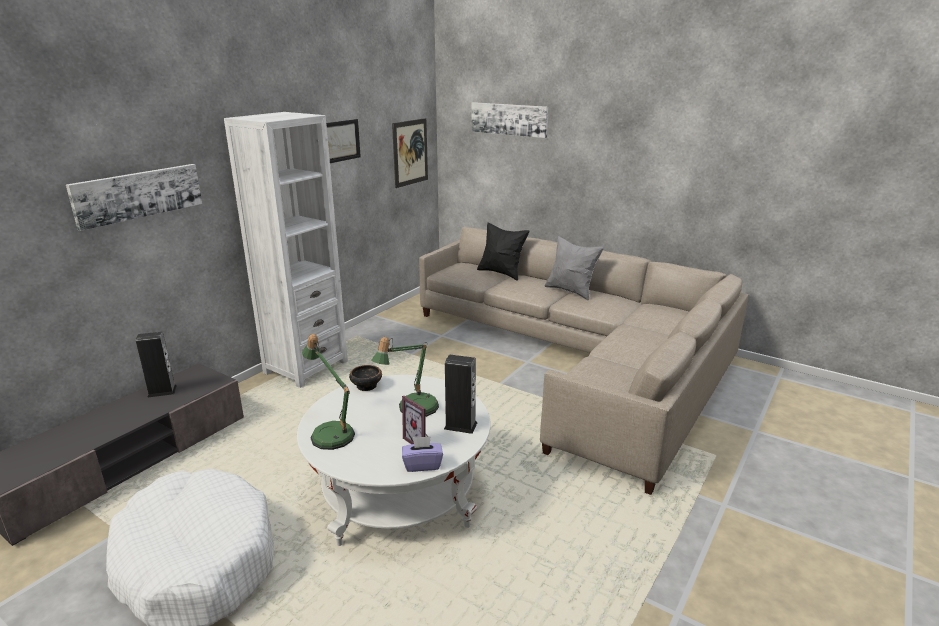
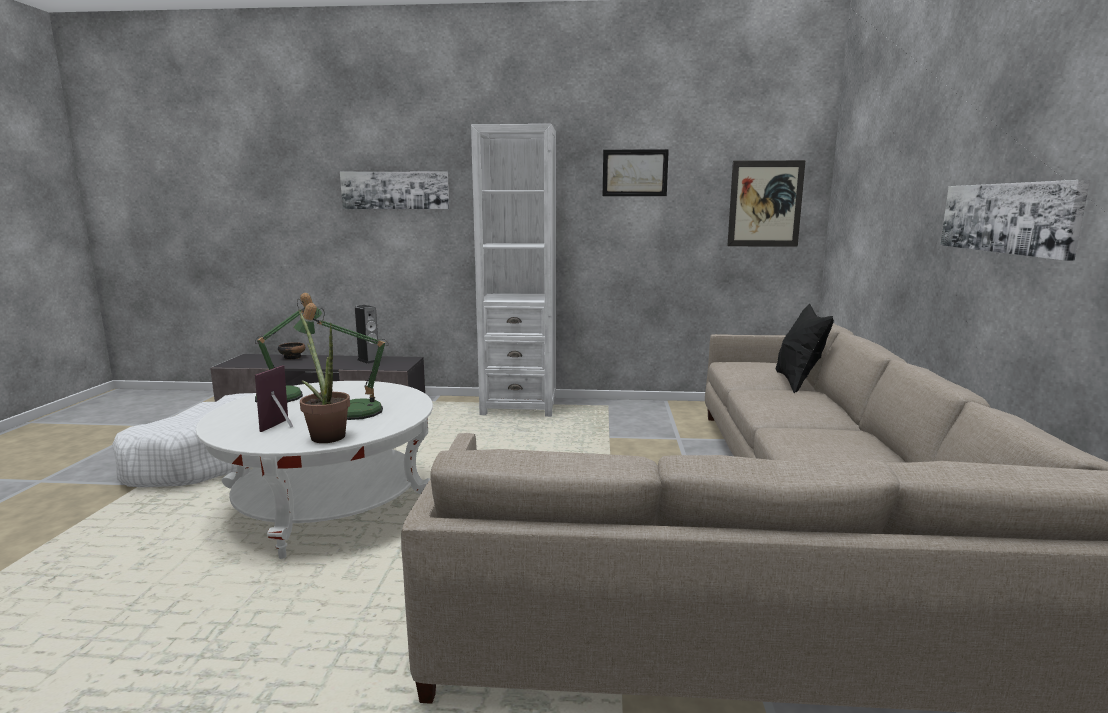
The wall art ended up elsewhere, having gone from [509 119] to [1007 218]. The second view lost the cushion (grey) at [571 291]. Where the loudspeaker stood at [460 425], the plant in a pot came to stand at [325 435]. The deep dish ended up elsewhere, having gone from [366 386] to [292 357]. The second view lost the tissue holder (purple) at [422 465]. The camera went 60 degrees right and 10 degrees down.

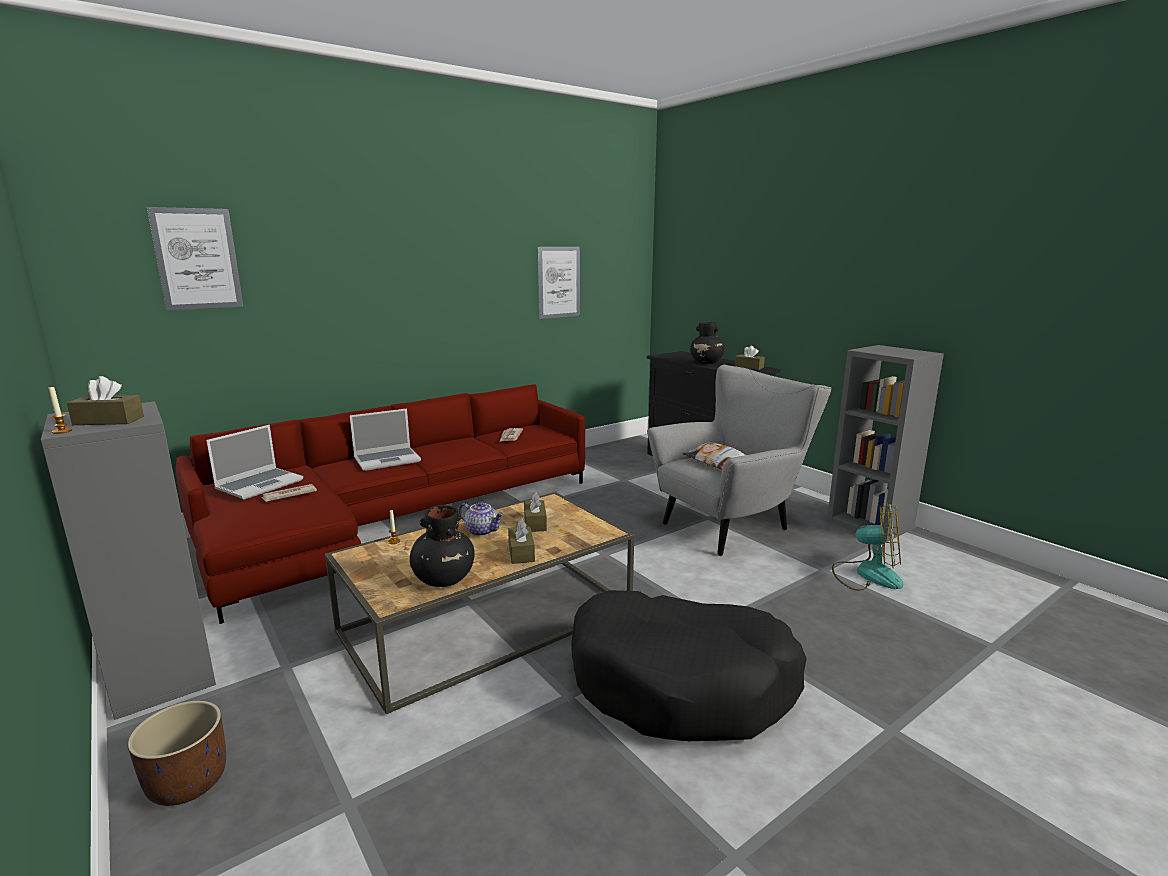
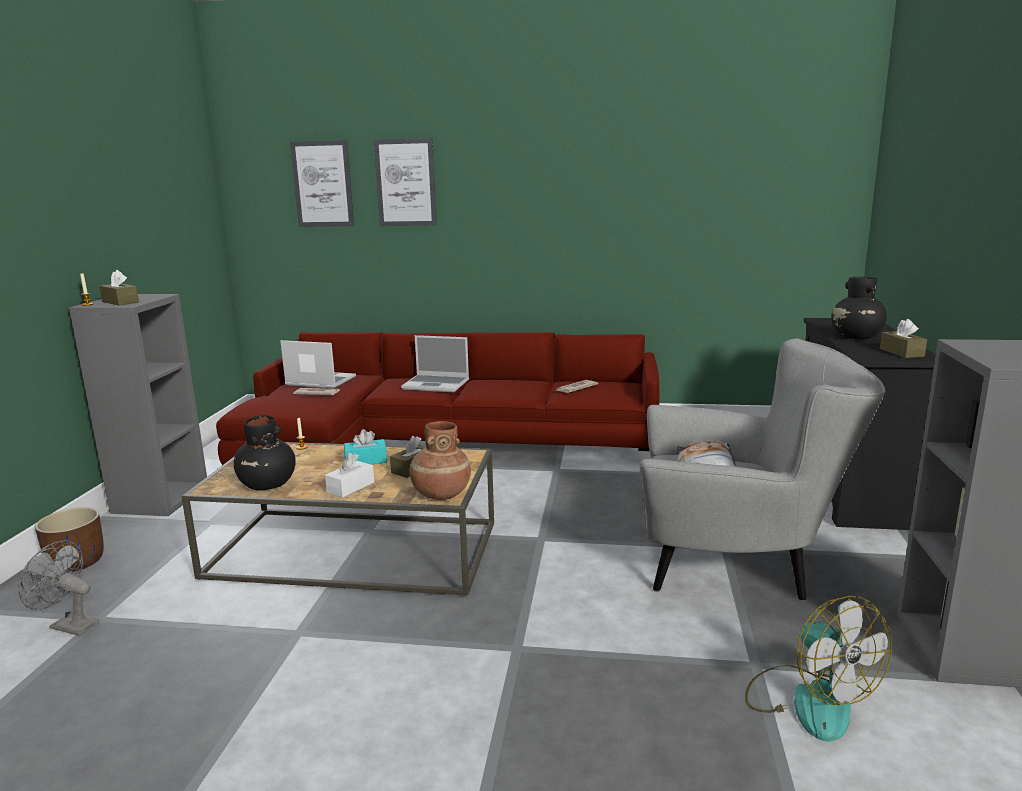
The wall art ended up elsewhere, having gone from [559 282] to [405 183]. The notebook computer at [260 484] ended up facing another way, 150 degrees counterclockwise from before. Where the tea pot stood at [482 531], the tissue holder (turquoise) came to stand at [366 461]. What was the tissue holder (brownish) at [521 553] turned into the tissue holder (whitish) at [350 487]. The second view lost the dog bed (black-coloured) at [681 683]. The second view gained the vase (brownish) at [440 494]. The second view gained the cooling fan (grey) at [68 625]. The camera went 45 degrees right and 0 degrees up.

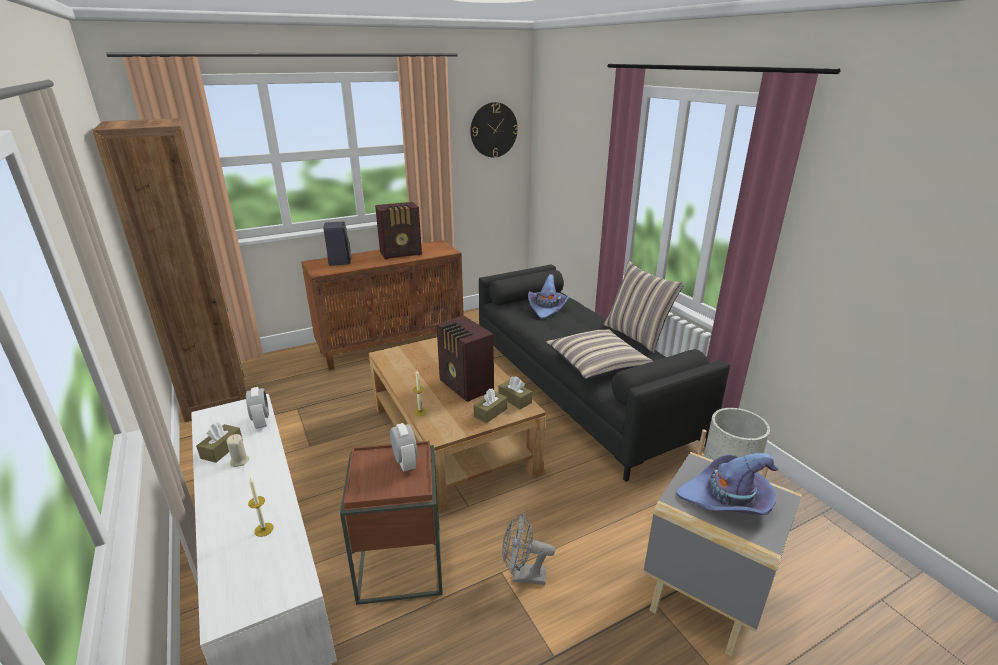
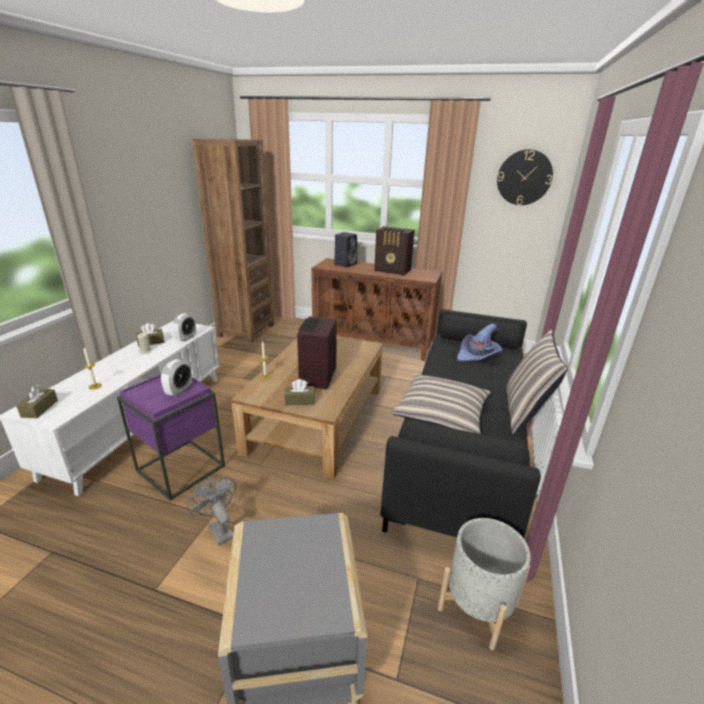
The tissue holder (brownish) ended up elsewhere, having gone from [515 400] to [40 408]. What was the side table (brownish) at [400 564] turned into the side table (purple) at [181 468]. The second view lost the clothing hat (purple) at [727 500]. The camera went 45 degrees right and 0 degrees up.

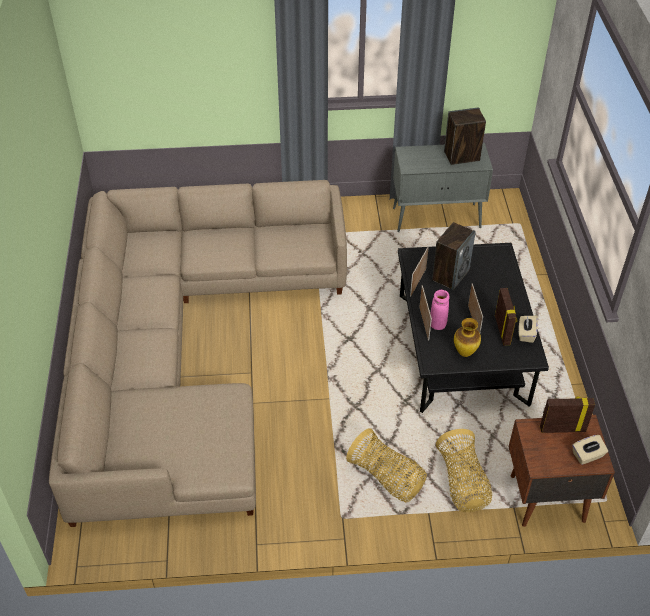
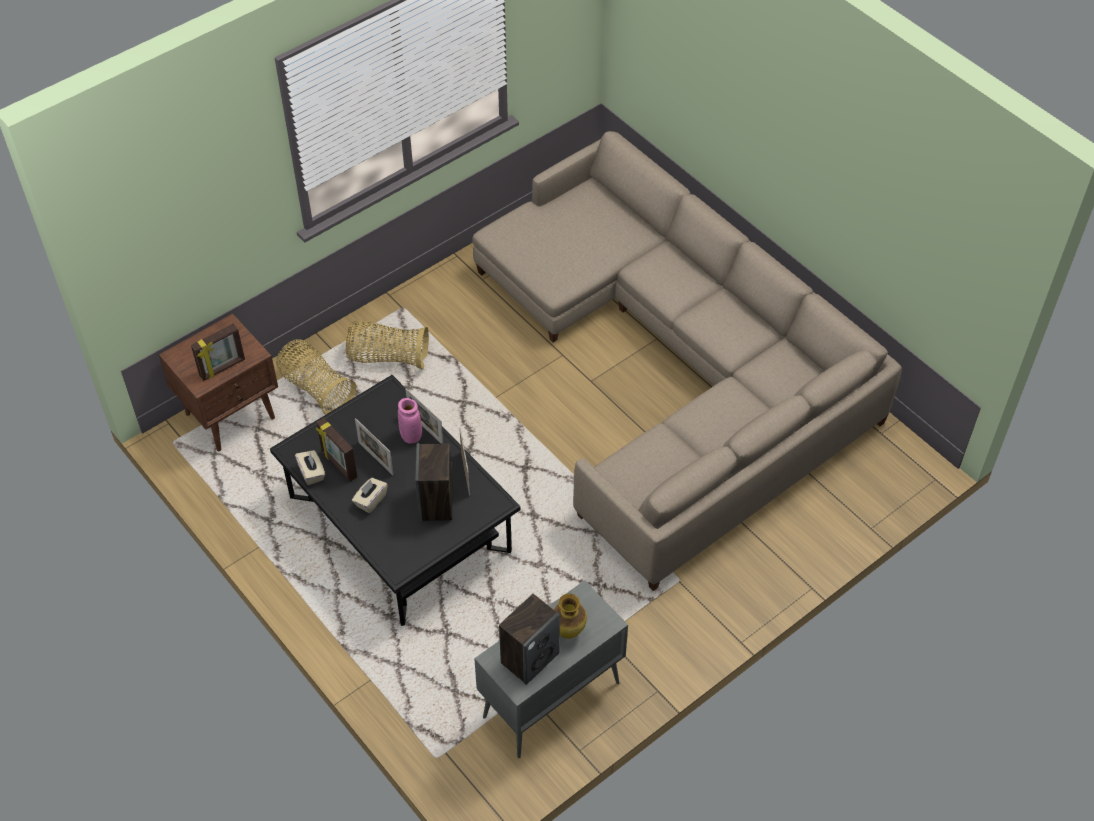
The vase ended up elsewhere, having gone from [465 352] to [568 632]. The tissue holder (beige-coloured) ended up elsewhere, having gone from [587 456] to [370 500]. The camera went 145 degrees right and 5 degrees up.

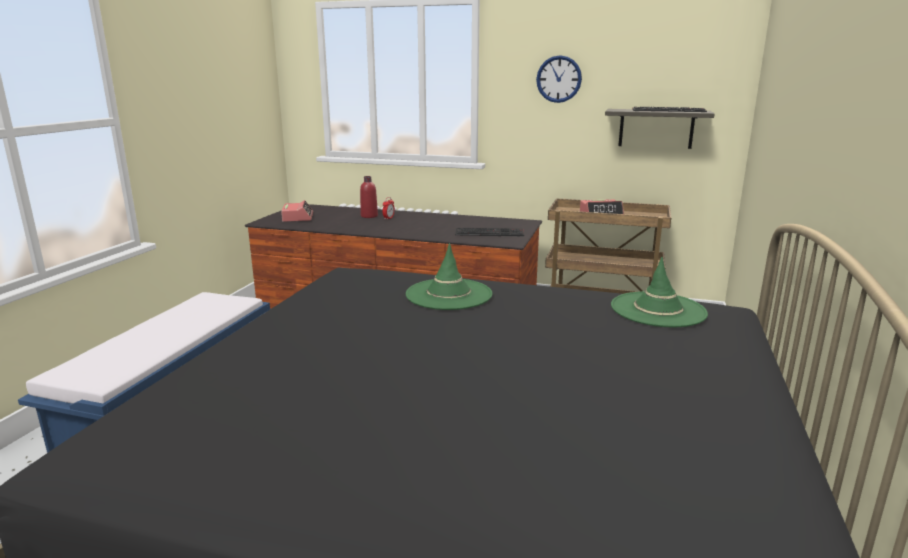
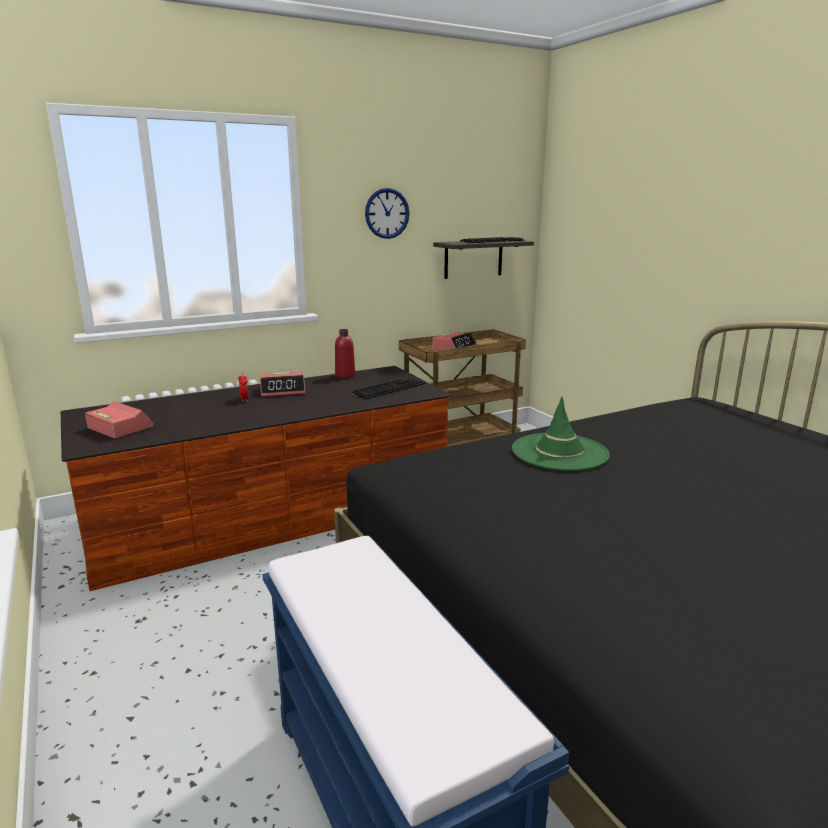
The beverage bottle (red) ended up elsewhere, having gone from [369 216] to [345 376]. The second view lost the clothing hat (green) at [658 310]. The second view gained the bedside clock at [283 391]. The camera went 45 degrees left and 0 degrees up.

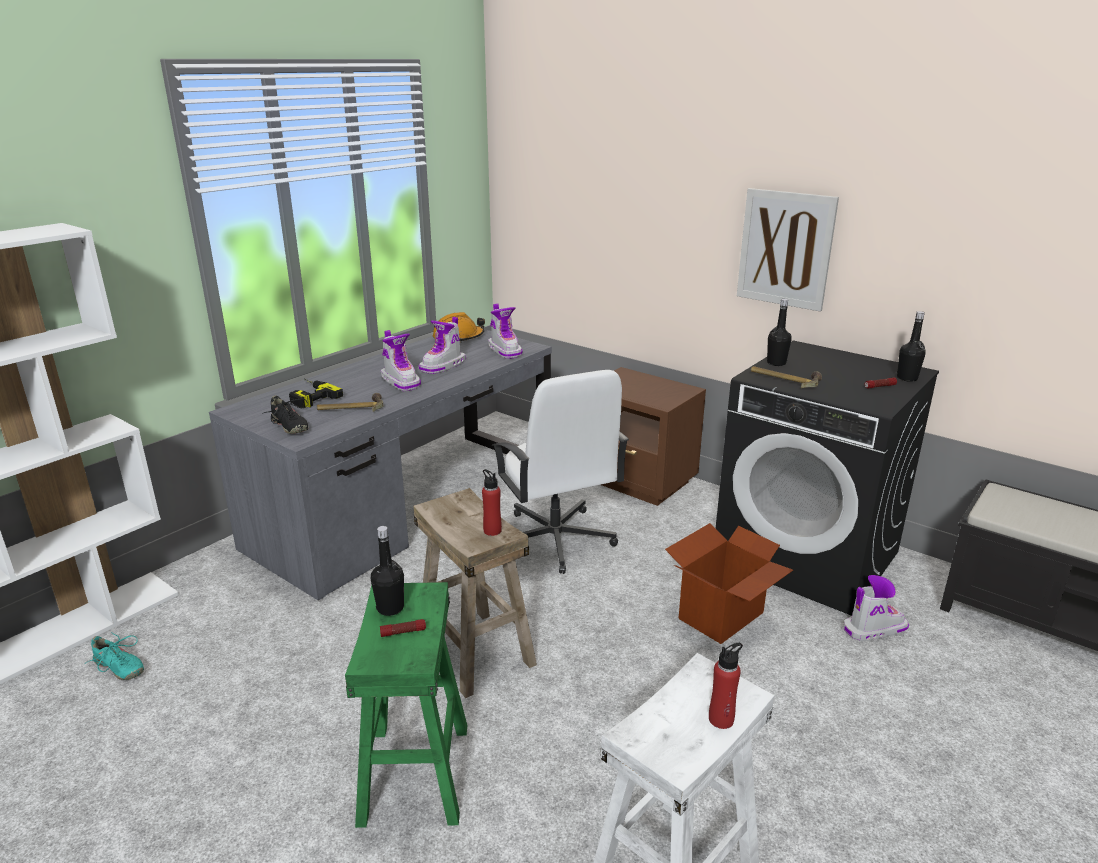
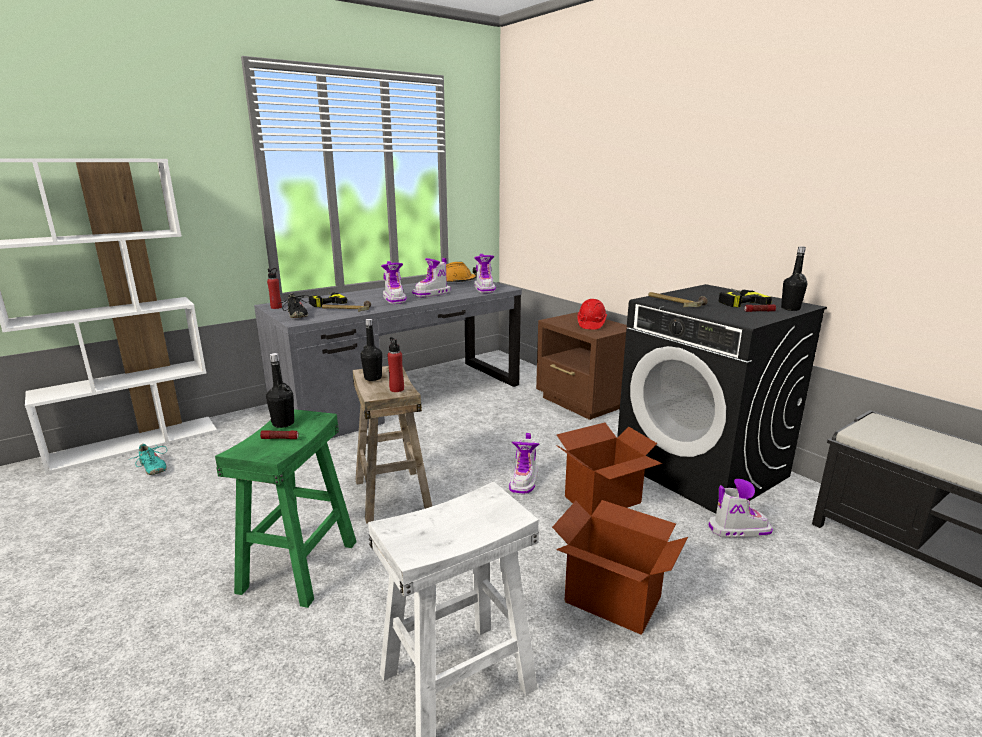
The second view lost the wall art at [785 249]. The beverage bottle (black-coloured) ended up elsewhere, having gone from [776 363] to [373 378]. The second view lost the computer chair (whitish) at [555 540]. The beverage bottle (red) ended up elsewhere, having gone from [721 719] to [276 307]. The second view gained the power drill at [735 301]. The second view gained the work helmet (red) at [591 324]. The second view gained the boot at [524 482]. The second view gained the cardboard box at [613 598]. The camera went 15 degrees right and 5 degrees down.

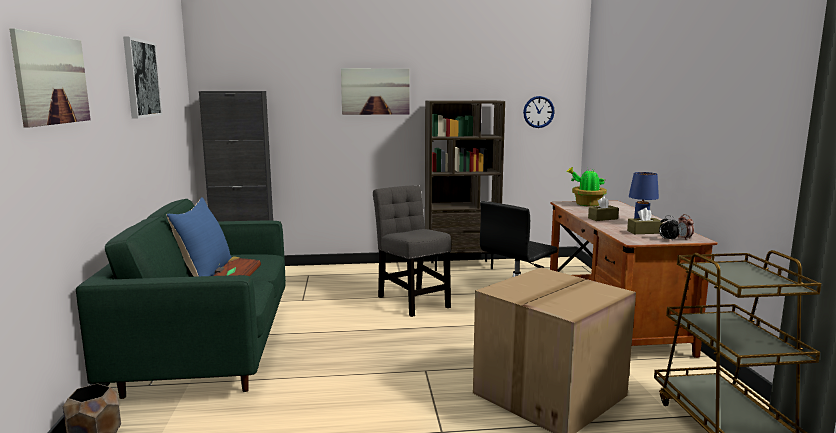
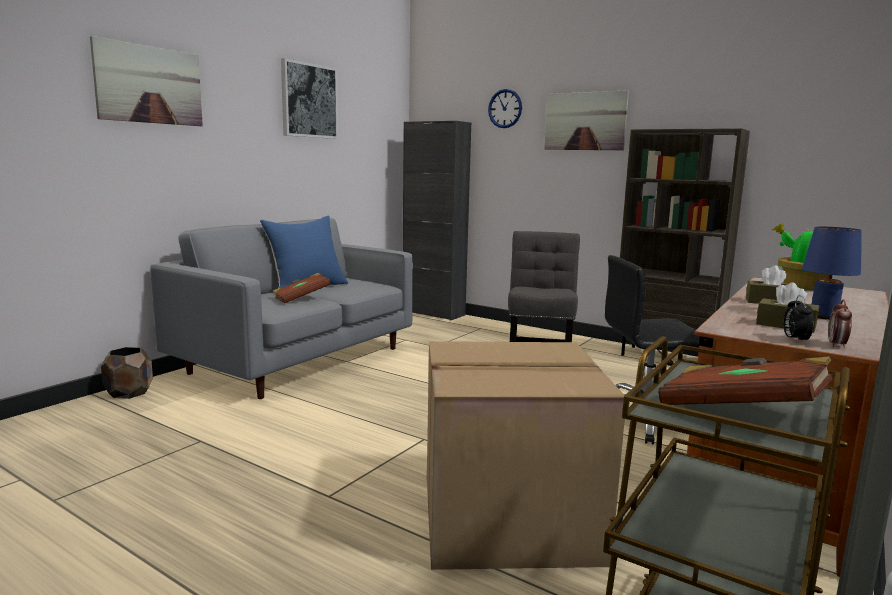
The wall clock ended up elsewhere, having gone from [538 112] to [505 108]. What was the sofa (green) at [209 348] turned into the sofa (grey) at [298 360]. The second view gained the bound book (brownish) at [740 411]. The camera went 40 degrees right and 0 degrees up.

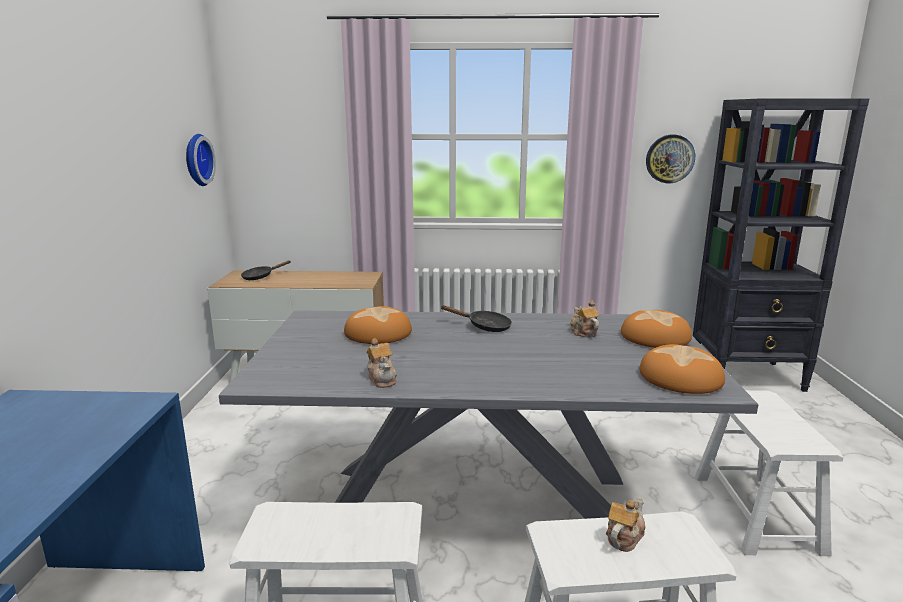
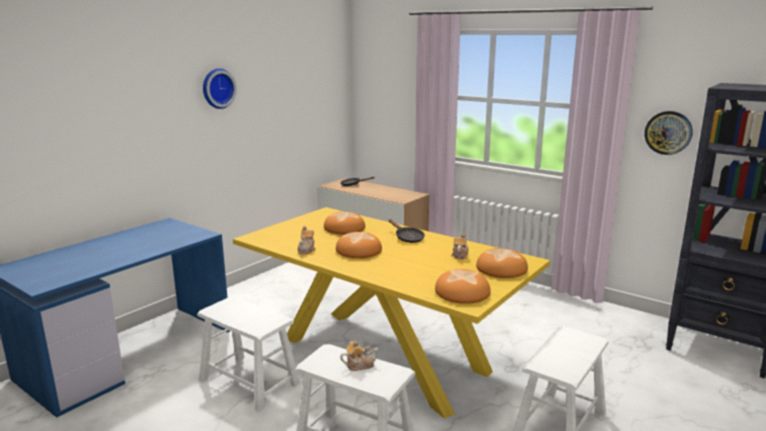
The wall clock ended up elsewhere, having gone from [196 160] to [217 88]. What was the dinner table (grey) at [479 506] turned into the dinner table (yellow-coloured) at [382 355]. The second view gained the bread at [359 250]. The camera went 35 degrees right and 0 degrees up.

